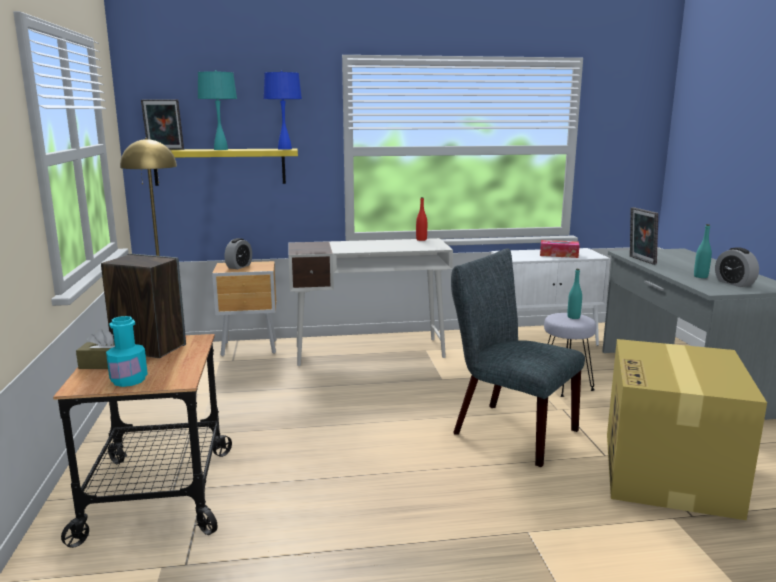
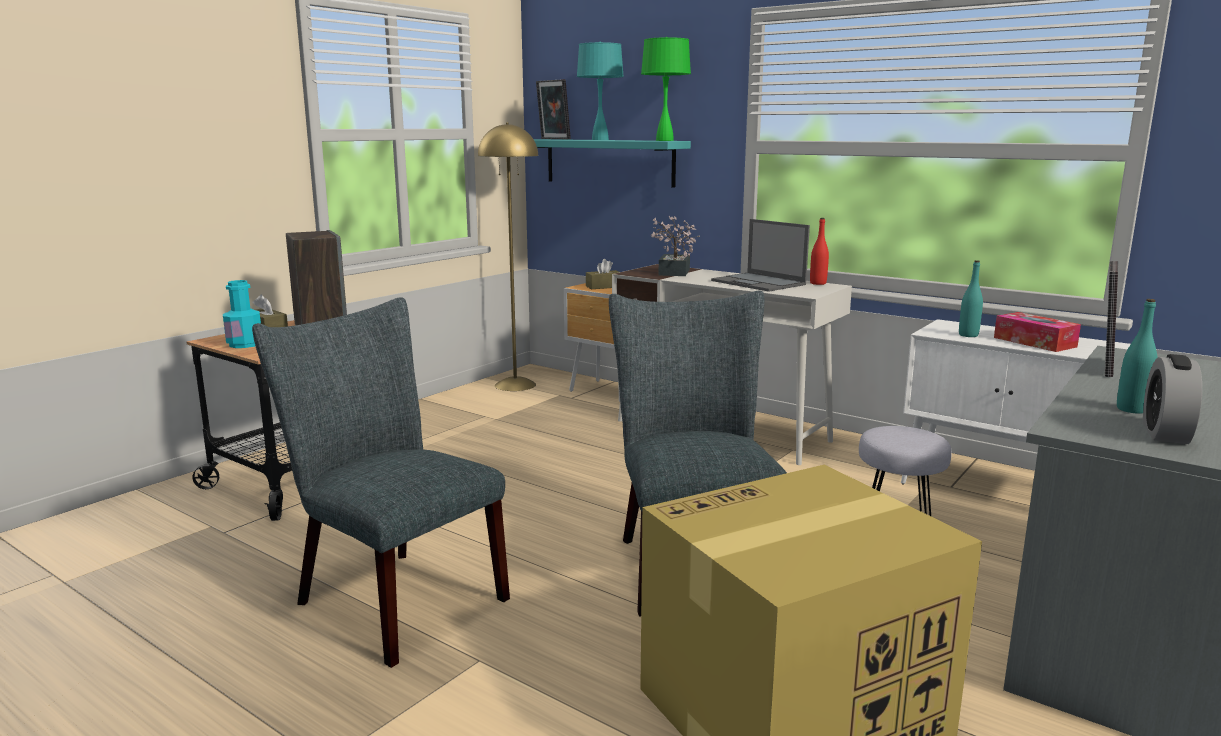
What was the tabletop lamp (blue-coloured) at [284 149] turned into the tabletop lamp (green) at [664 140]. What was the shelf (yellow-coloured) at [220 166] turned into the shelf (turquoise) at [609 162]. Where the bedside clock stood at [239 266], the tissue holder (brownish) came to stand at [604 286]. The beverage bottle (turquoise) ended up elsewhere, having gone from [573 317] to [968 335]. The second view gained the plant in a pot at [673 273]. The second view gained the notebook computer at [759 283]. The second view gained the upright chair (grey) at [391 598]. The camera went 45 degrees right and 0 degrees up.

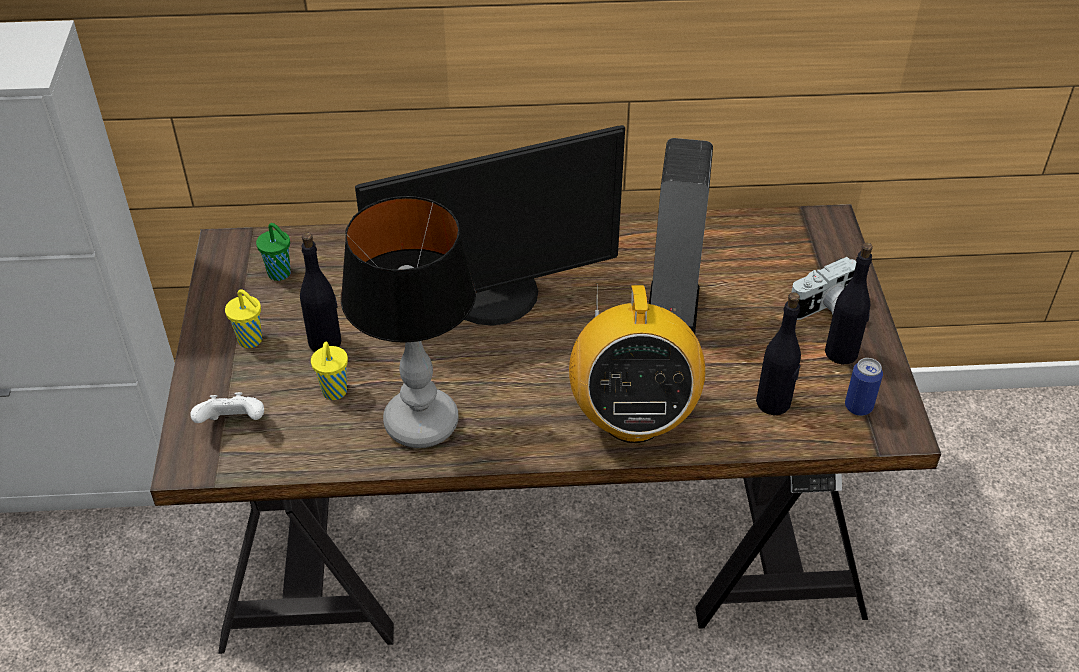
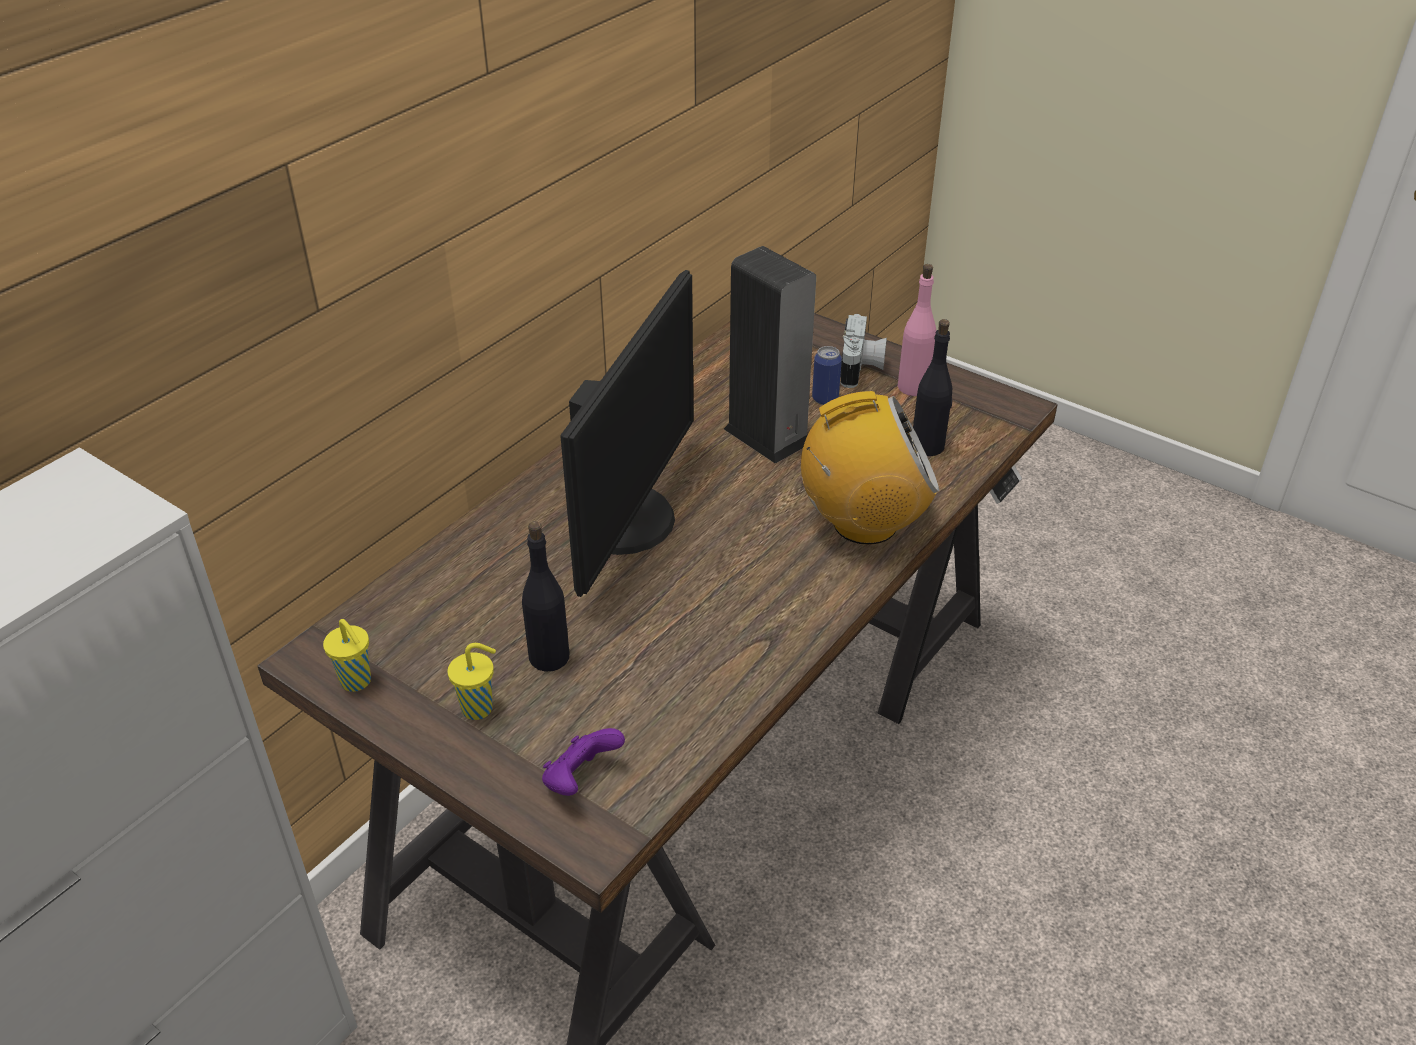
The second view lost the tabletop lamp at [421 422]. The second view lost the cup (green) at [280 274]. What was the beverage bottle (black-coloured) at [842 353] turned into the beverage bottle (pinkish) at [913 387]. The radio set at [632 418] ended up facing another way, 45 degrees counterclockwise from before. The cup (yellow-coloured) ended up elsewhere, having gone from [334 393] to [357 682]. The can ended up elsewhere, having gone from [858 407] to [825 398]. What was the joypad (whitish) at [233 424] turned into the joypad (purple) at [581 780]. The camera went 50 degrees left and 5 degrees down.

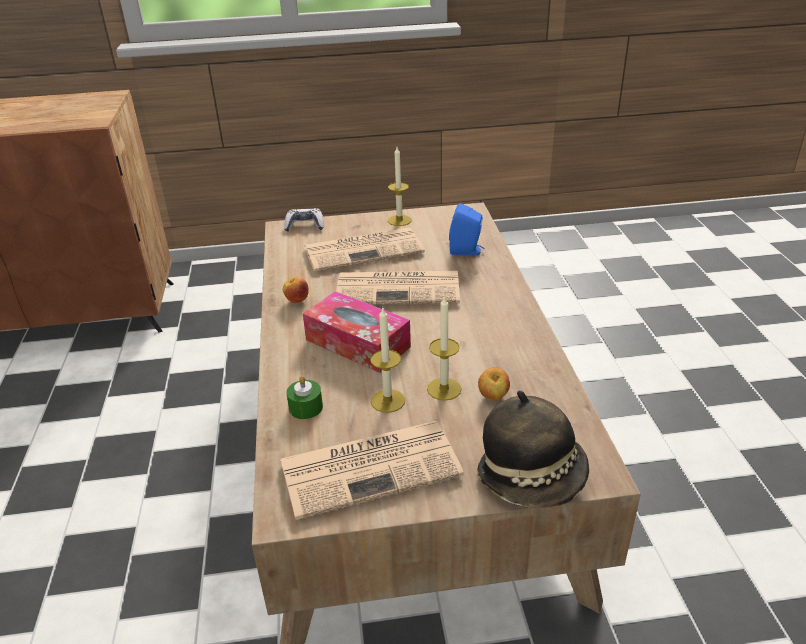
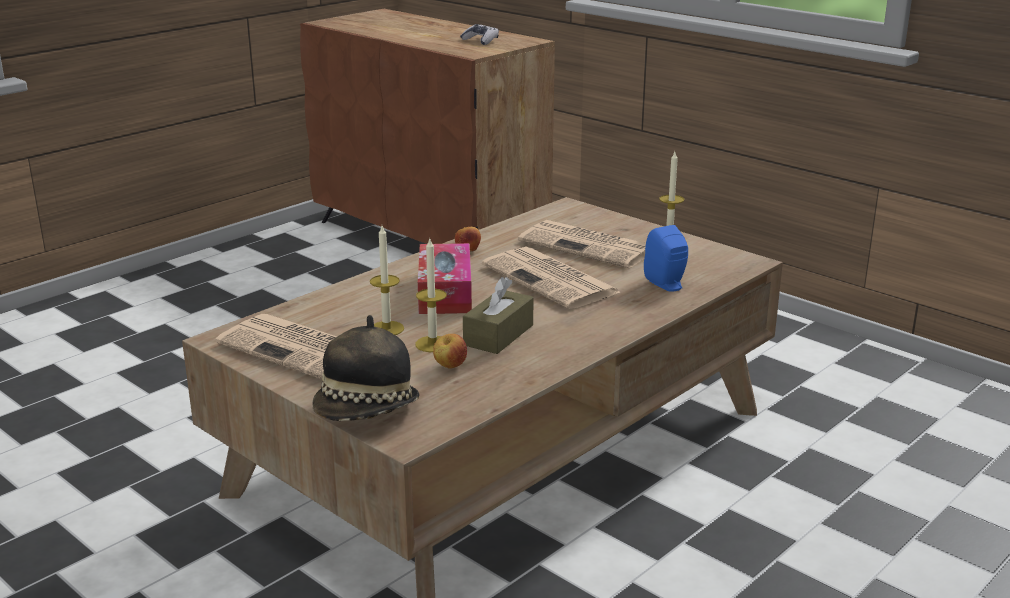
The joypad ended up elsewhere, having gone from [304 226] to [480 41]. The second view lost the wax candle (green) at [306 407]. The second view gained the tissue holder (brownish) at [498 335]. The camera went 50 degrees right and 10 degrees down.

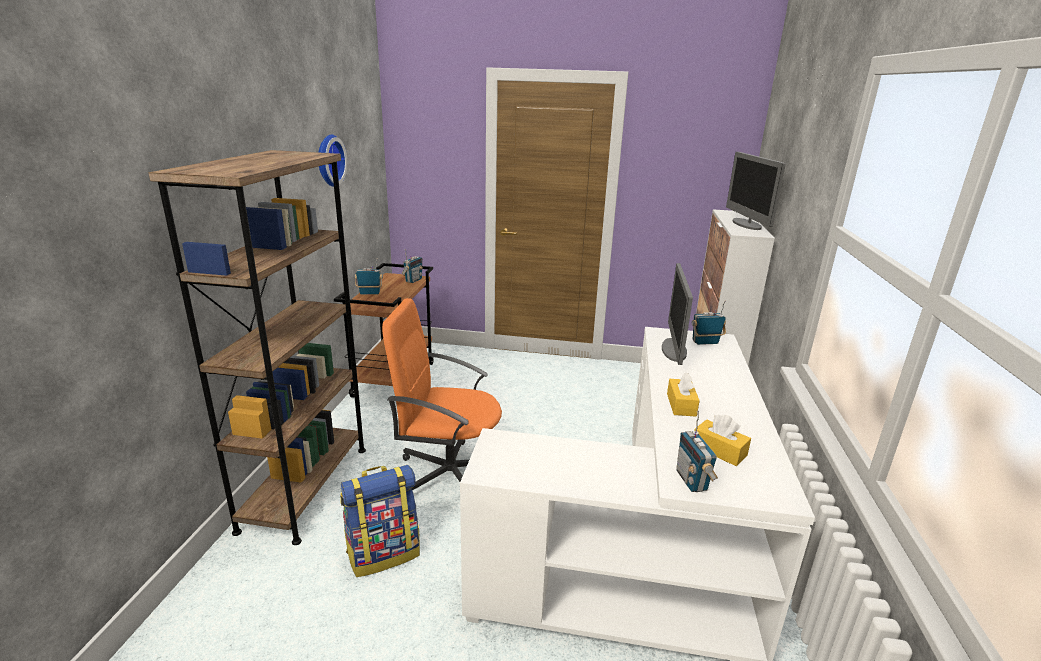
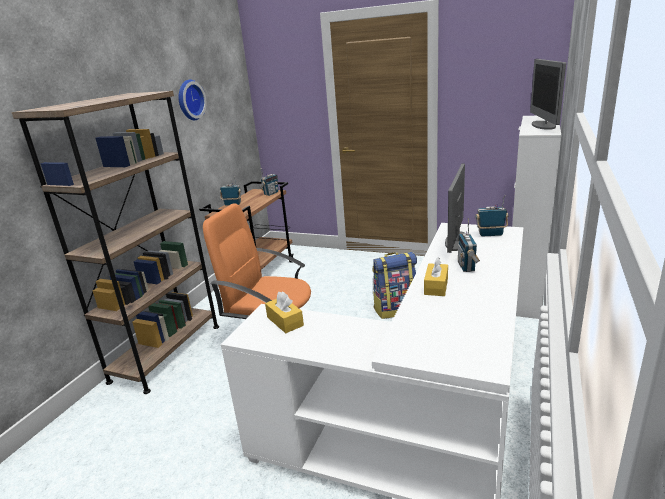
The radio set ended up elsewhere, having gone from [692 481] to [467 267]. The tissue holder (yellow-coloured) ended up elsewhere, having gone from [719 450] to [285 321]. The rucksack ended up elsewhere, having gone from [384 553] to [396 309]. The camera went 15 degrees right and 0 degrees up.

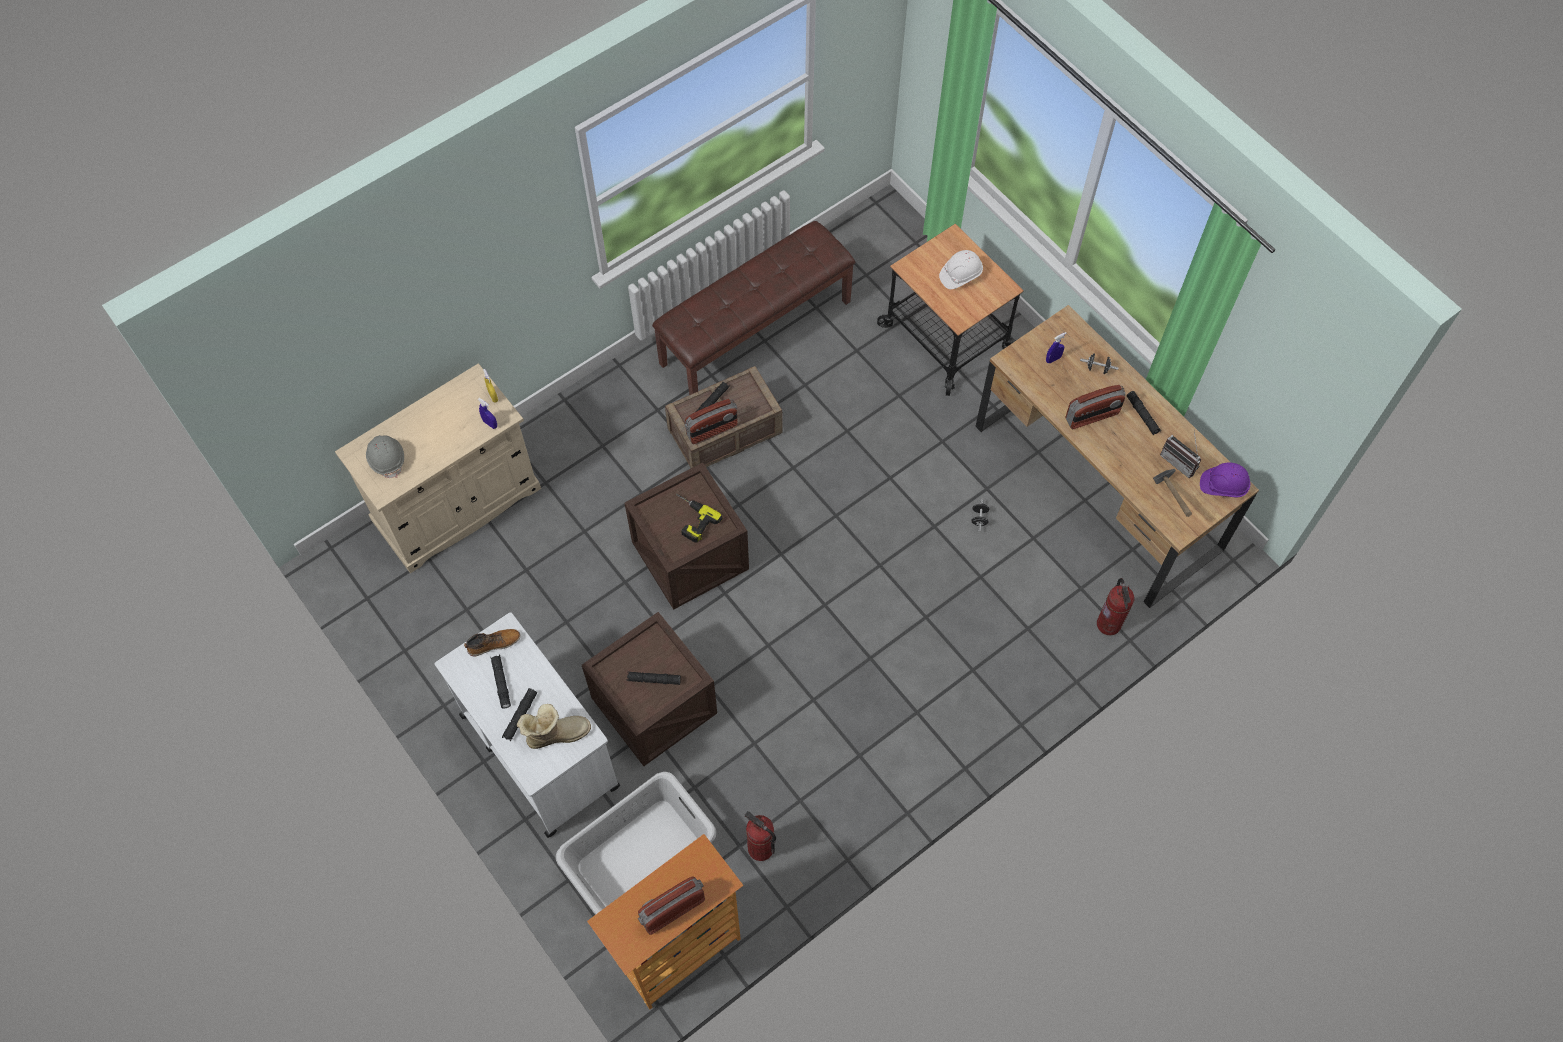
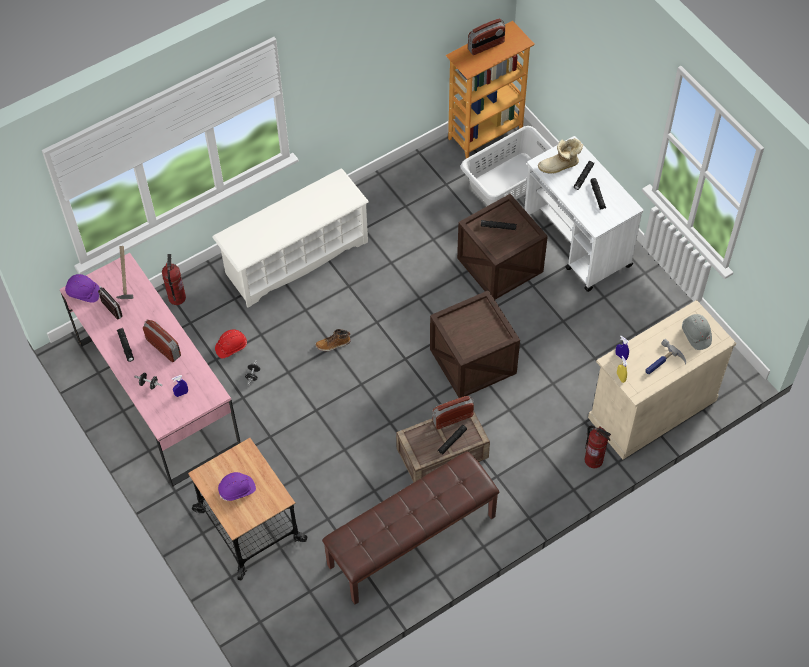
What was the work helmet (whitish) at [960 275] turned into the work helmet (purple) at [237 490]. What was the desk (brownish) at [1096 487] turned into the desk (pinkish) at [158 393]. The radio set at [1092 416] ended up facing another way, 60 degrees clockwise from before. The second view lost the power drill at [690 519]. The boot ended up elsewhere, having gone from [494 643] to [333 344]. The extinguisher ended up elsewhere, having gone from [760 848] to [594 460]. The second view gained the shoe stand (whitish) at [296 257]. The second view gained the work helmet (red) at [231 347]. The second view gained the tool hammer at [662 363]. The camera went 175 degrees left and 5 degrees down.

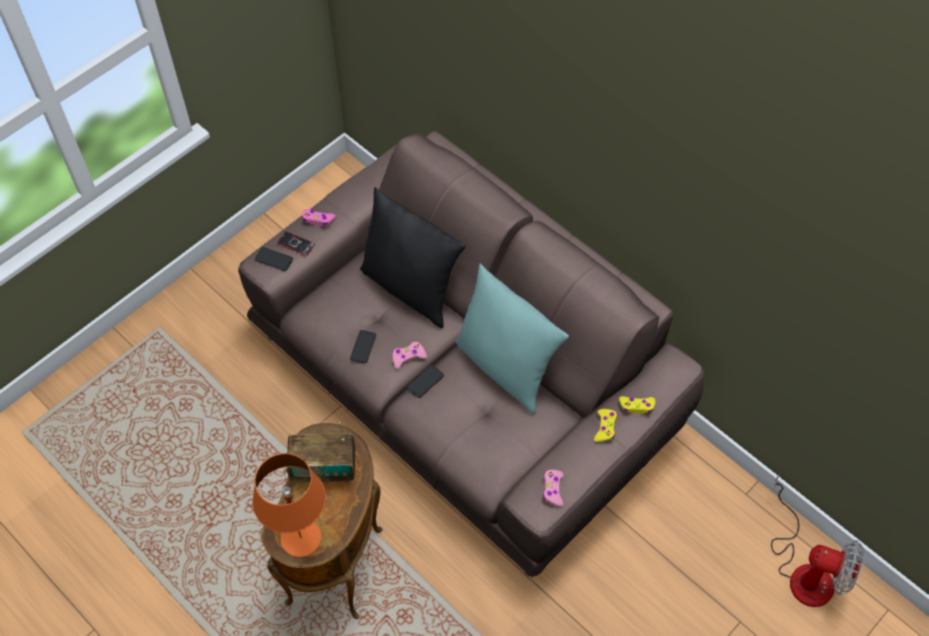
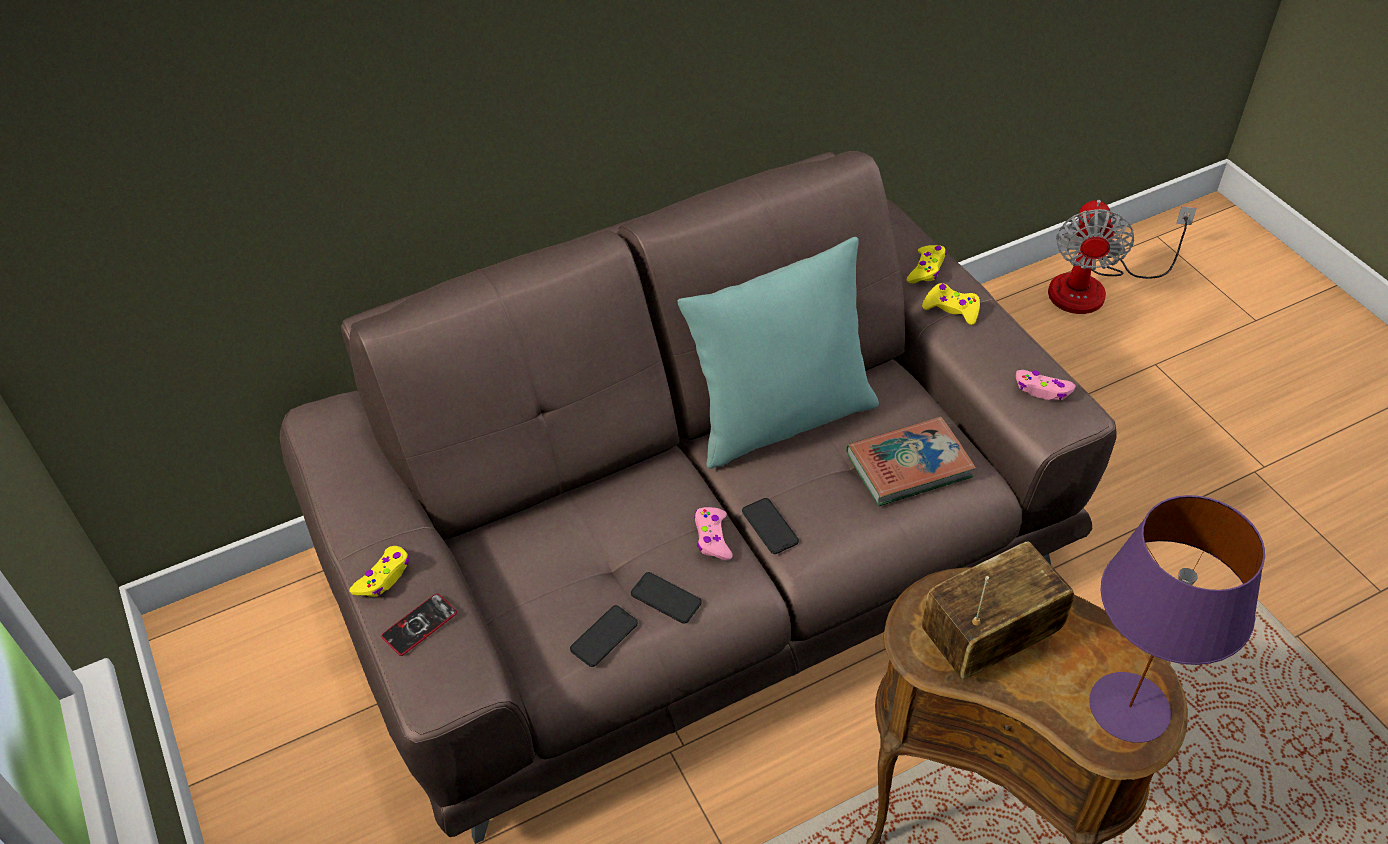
The second view lost the cushion (black-coloured) at [411 288]. What was the joypad (pinkish) at [318 219] turned into the joypad (yellow-coloured) at [384 577]. The phone ended up elsewhere, having gone from [274 259] to [604 636]. The radio set at [324 468] ended up facing another way, 135 degrees counterclockwise from before. What was the tabletop lamp (orange-coloured) at [300 537] turned into the tabletop lamp (purple) at [1128 708]. The cooling fan at [804 569] ended up facing another way, 150 degrees clockwise from before. The second view gained the bound book at [909 466]. The camera went 70 degrees left and 10 degrees down.

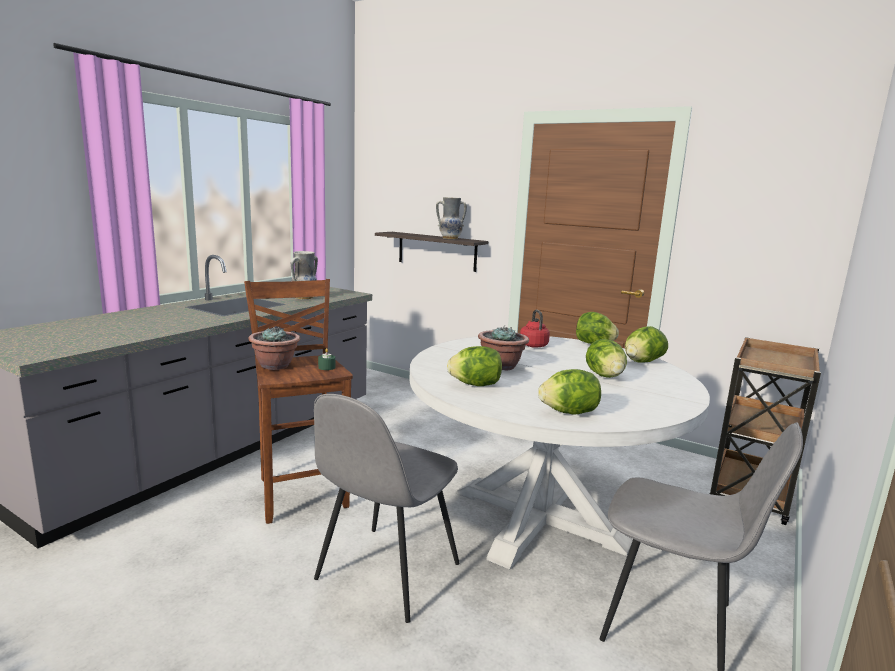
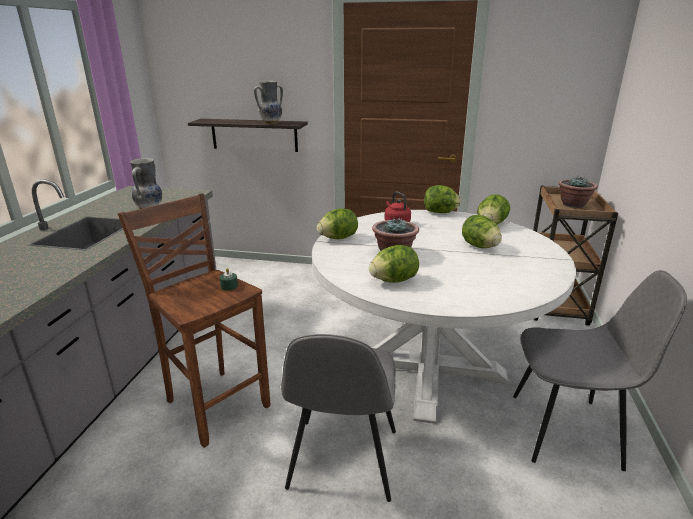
The plant in a pot ended up elsewhere, having gone from [275 366] to [573 205]. The head of lettuce ended up elsewhere, having gone from [568 412] to [338 238]. The camera went 20 degrees left and 10 degrees up.

